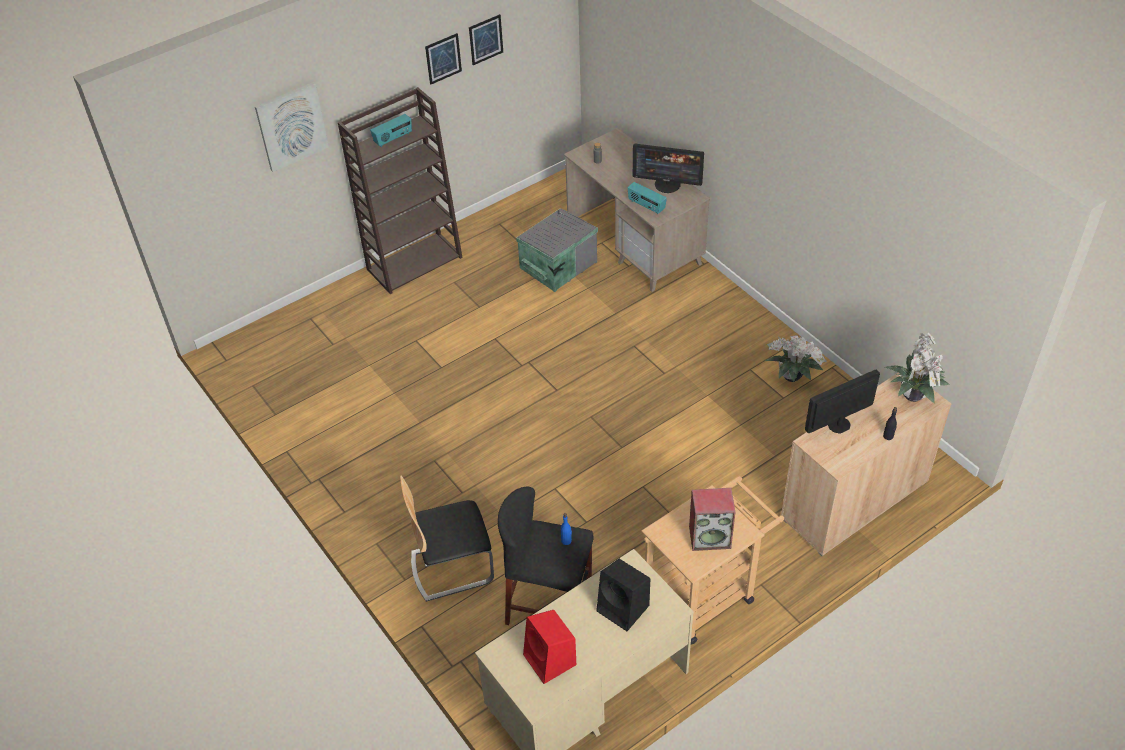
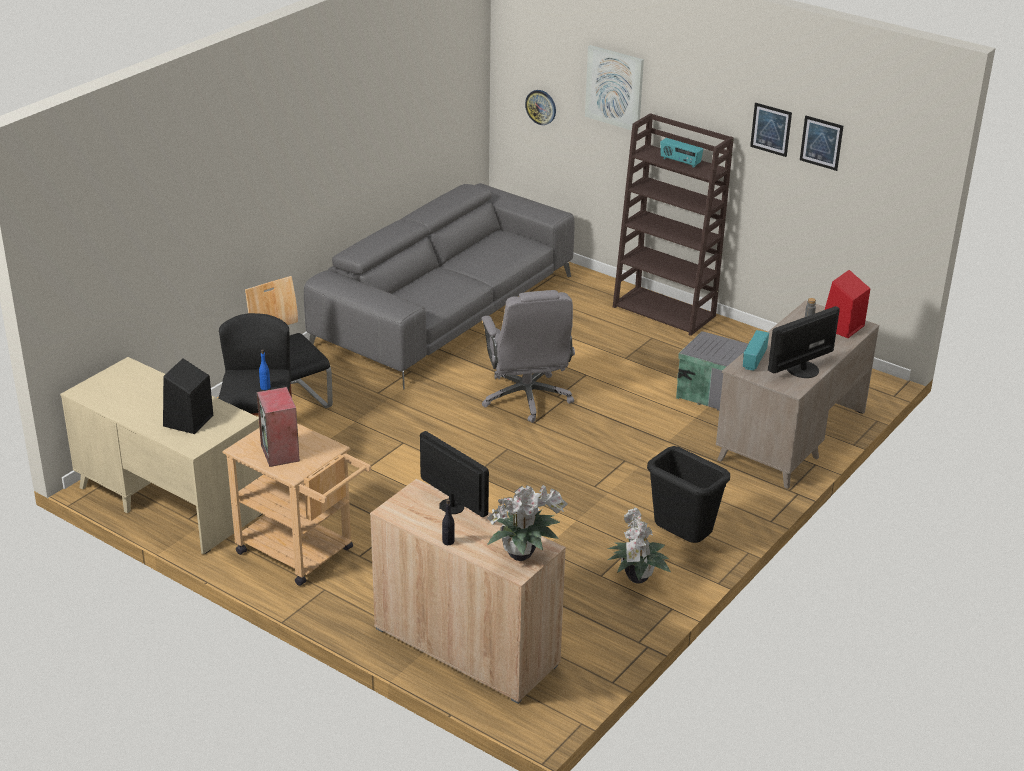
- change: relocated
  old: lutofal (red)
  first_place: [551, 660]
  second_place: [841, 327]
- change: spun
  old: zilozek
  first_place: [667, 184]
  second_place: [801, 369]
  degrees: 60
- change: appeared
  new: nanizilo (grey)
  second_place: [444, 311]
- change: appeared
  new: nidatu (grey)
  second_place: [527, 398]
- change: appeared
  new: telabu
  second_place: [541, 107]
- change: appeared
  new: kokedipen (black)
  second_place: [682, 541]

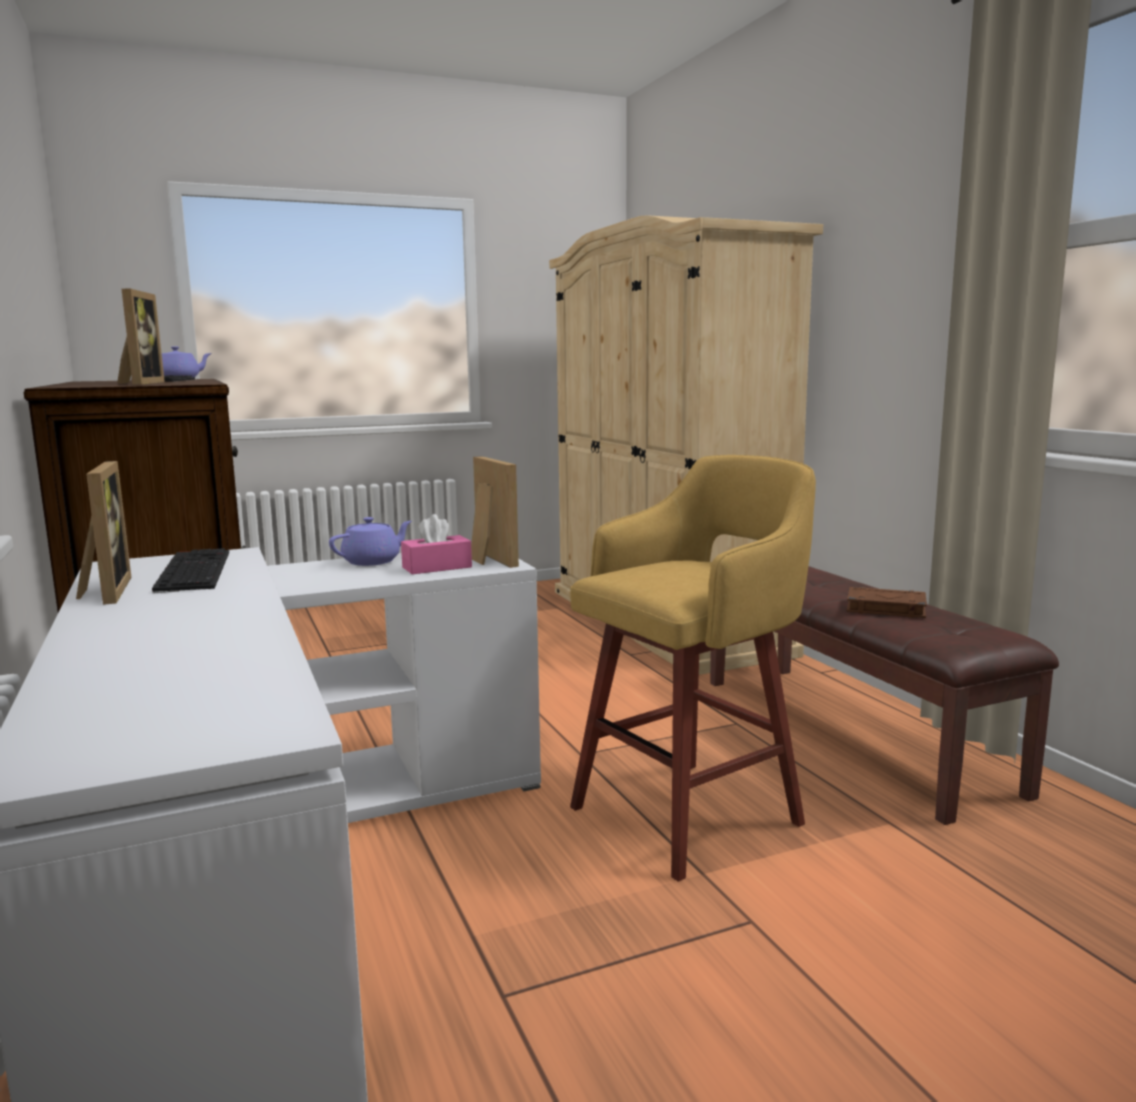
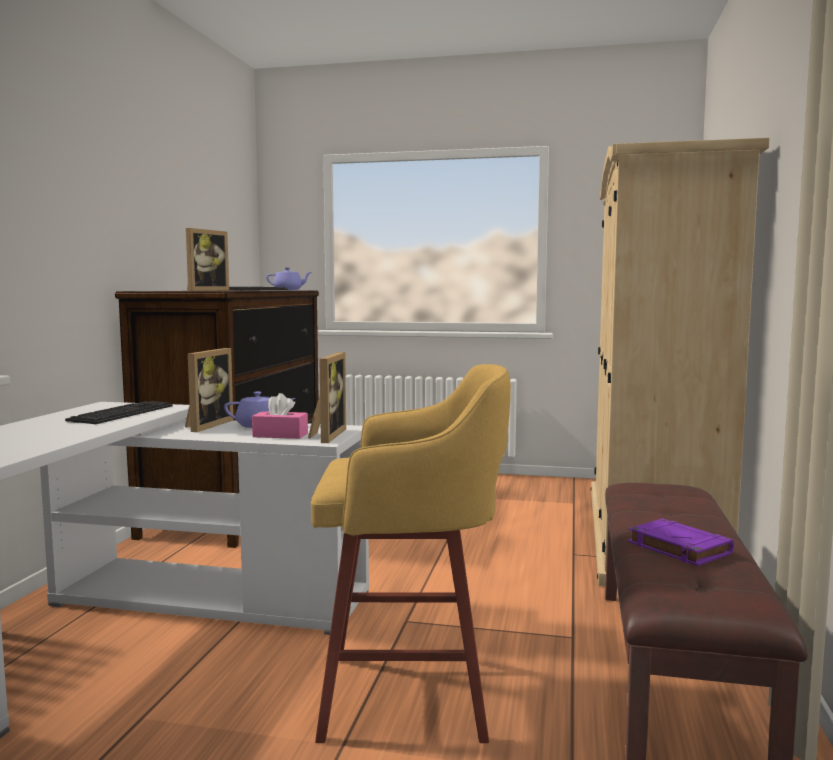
- change: relocated
  old: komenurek
  first_place: [103, 591]
  second_place: [205, 425]
- change: colour
  old: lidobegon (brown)
  new: lidobegon (purple)
  first_place: [884, 608]
  second_place: [678, 548]

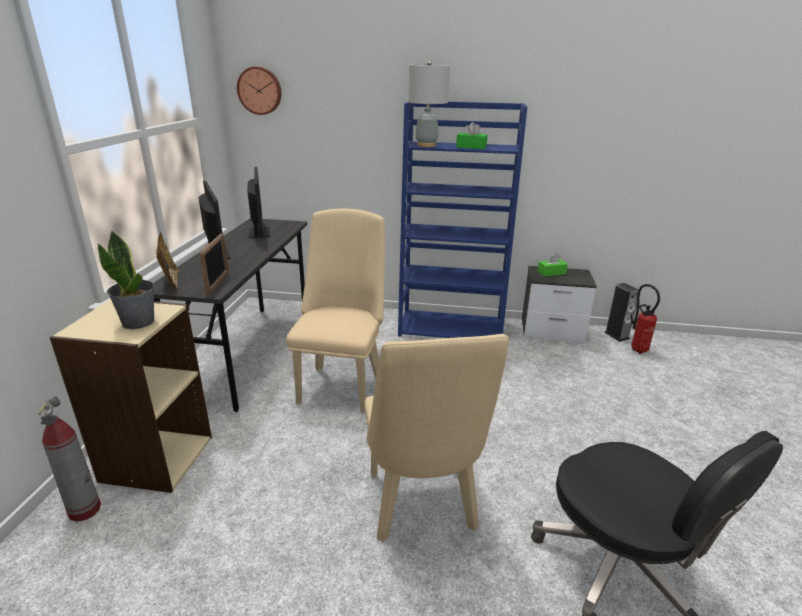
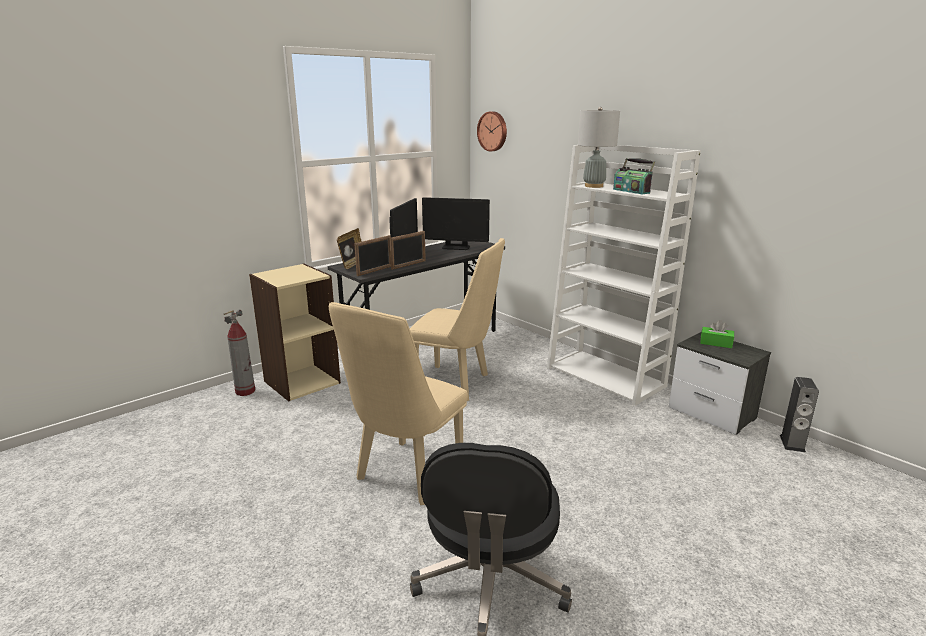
- change: missing
  old: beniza
  first_place: [139, 322]
- change: spun
  old: zilozek
  first_place: [259, 232]
  second_place: [456, 247]
  degrees: 75
- change: spun
  old: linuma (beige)
  first_place: [342, 383]
  second_place: [458, 384]
  degrees: 60
- change: colour
  old: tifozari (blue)
  new: tifozari (white)
  first_place: [452, 327]
  second_place: [606, 377]
- change: exchanged
  old: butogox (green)
  new: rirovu
  first_place: [471, 147]
  second_place: [632, 191]
- change: missing
  old: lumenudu
  first_place: [637, 349]
- change: appeared
  new: komenurek
  second_place: [408, 265]

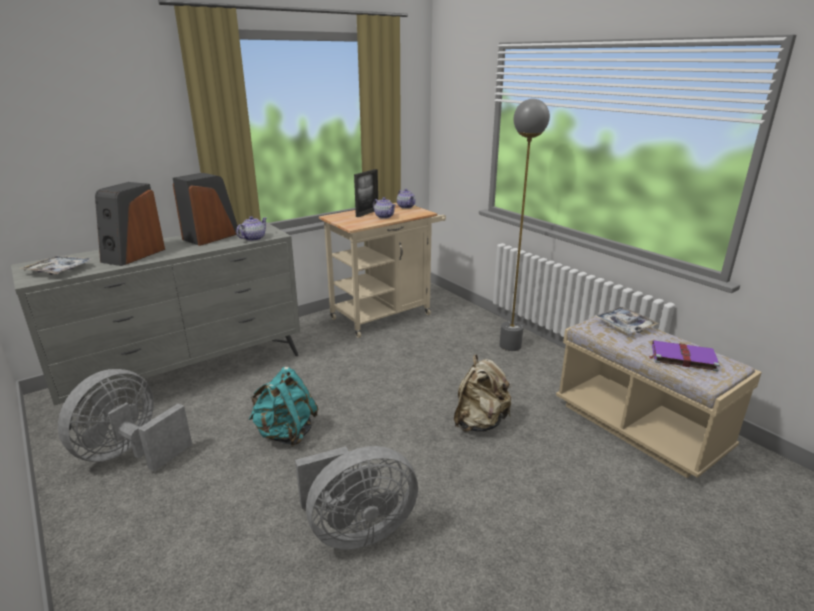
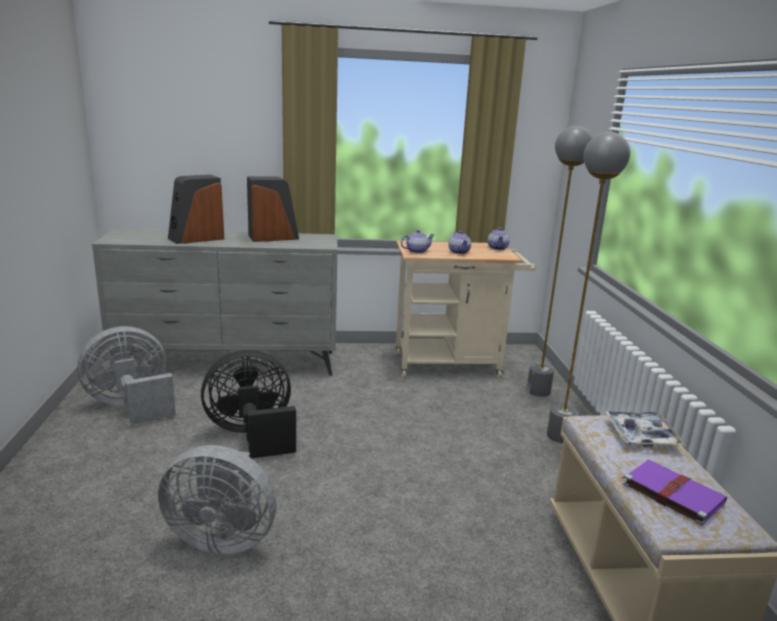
- change: missing
  old: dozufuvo
  first_place: [59, 270]
- change: relocated
  old: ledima
  first_place: [253, 238]
  second_place: [416, 251]
- change: exchanged
  old: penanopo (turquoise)
  new: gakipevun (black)
  first_place: [286, 433]
  second_place: [252, 435]
- change: missing
  old: komenurek
  first_place: [367, 213]
- change: missing
  old: penanopo (beige)
  first_place: [479, 422]
- change: appeared
  new: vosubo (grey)
  second_place: [538, 391]

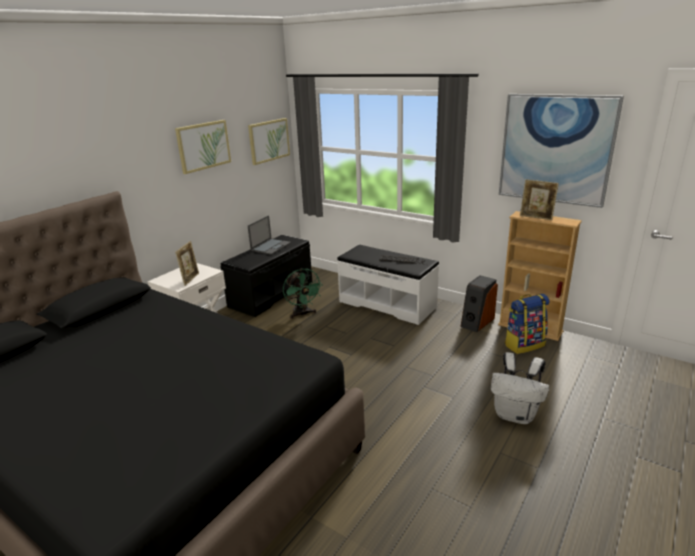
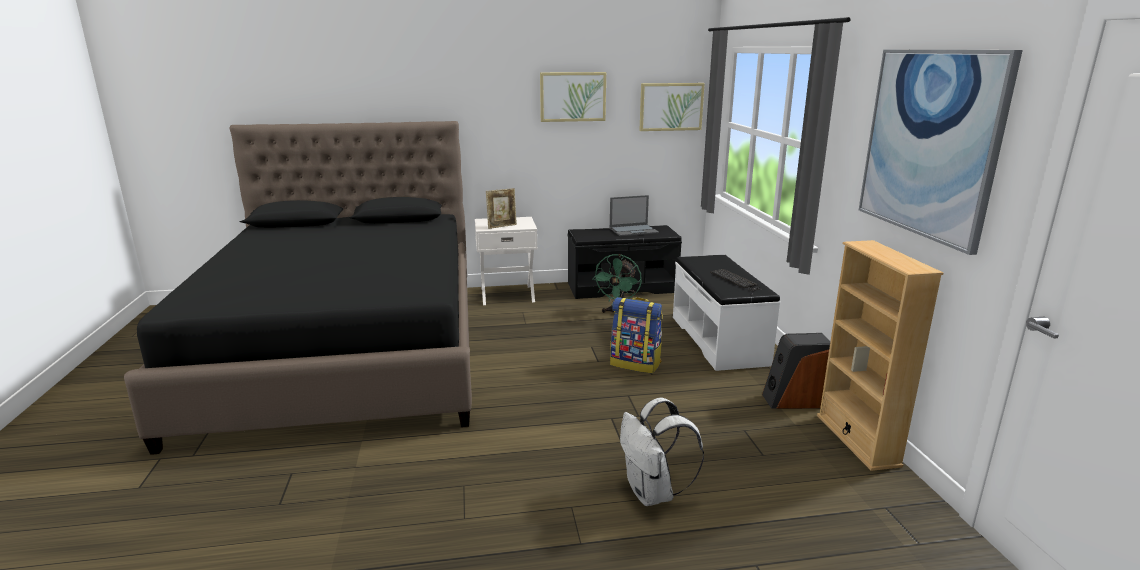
- change: relocated
  old: penanopo
  first_place: [524, 344]
  second_place: [636, 364]
- change: missing
  old: komenurek
  first_place: [536, 217]

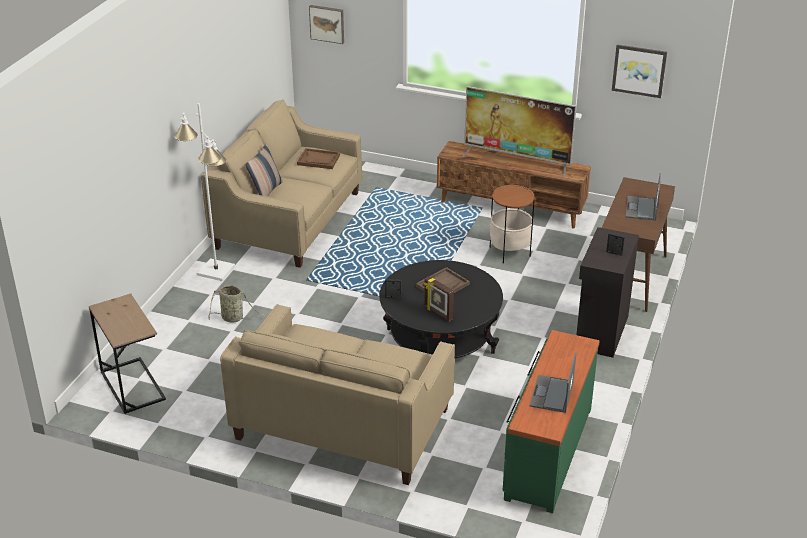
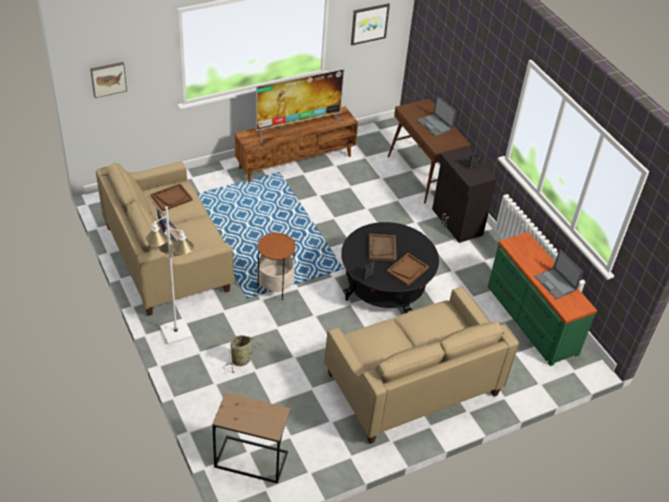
- change: exchanged
  old: komenurek
  new: dozufuvo (brown)
  first_place: [438, 313]
  second_place: [407, 270]
- change: relocated
  old: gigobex
  first_place: [510, 251]
  second_place: [275, 286]

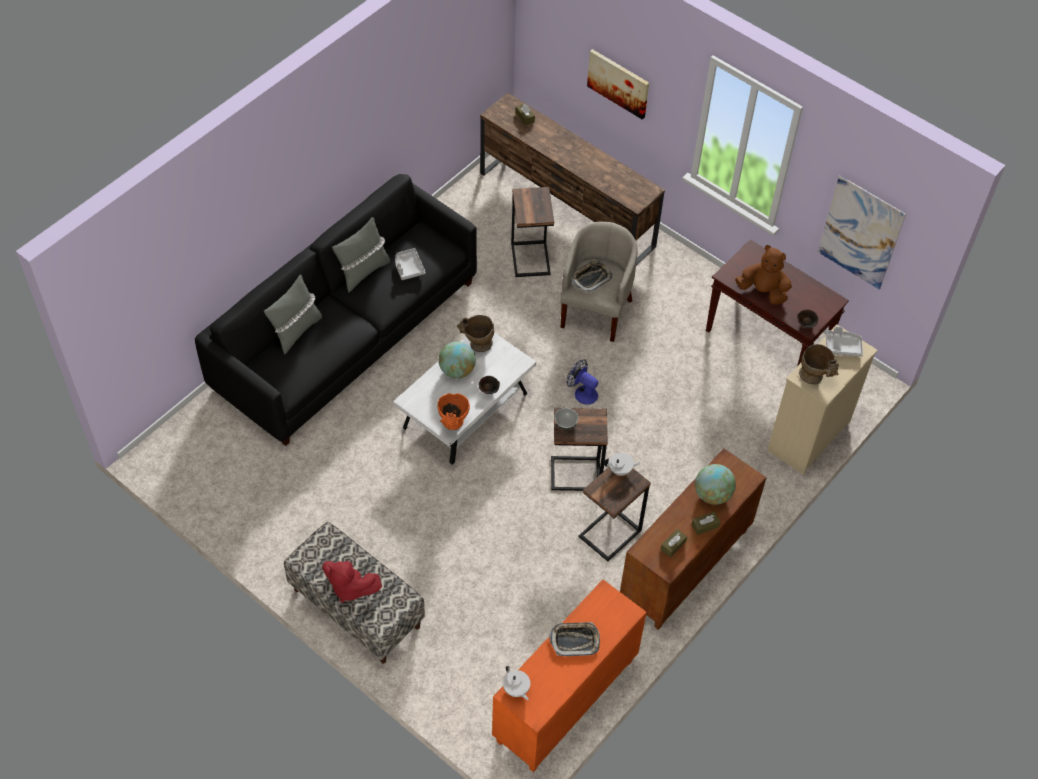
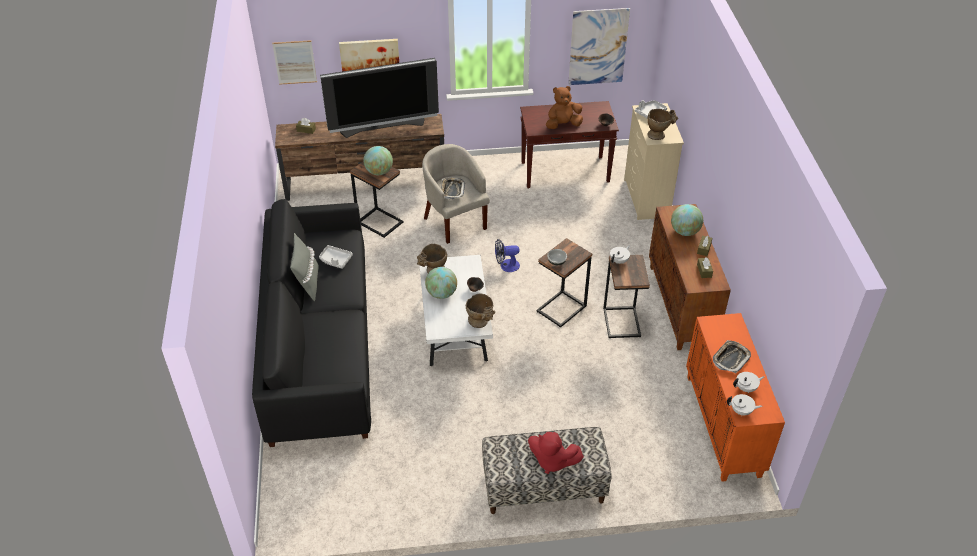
- change: missing
  old: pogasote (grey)
  first_place: [296, 331]
- change: spun
  old: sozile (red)
  first_place: [350, 587]
  second_place: [552, 461]
  degrees: 45
- change: colour
  old: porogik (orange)
  new: porogik (beige)
  first_place: [453, 424]
  second_place: [480, 323]
- change: appeared
  new: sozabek
  second_place: [295, 62]
- change: appeared
  new: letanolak
  second_place: [383, 127]
- change: appeared
  new: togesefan
  second_place: [379, 172]
- change: appeared
  new: ledima (white)
  second_place: [746, 388]

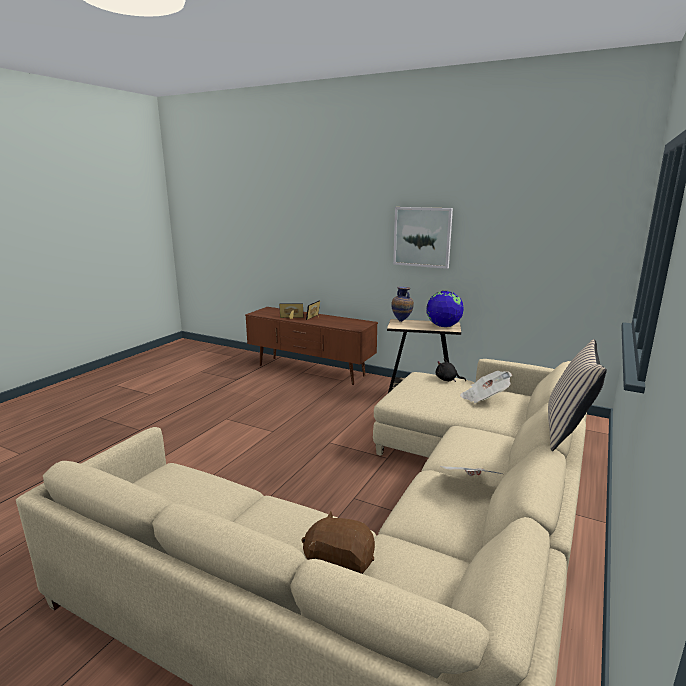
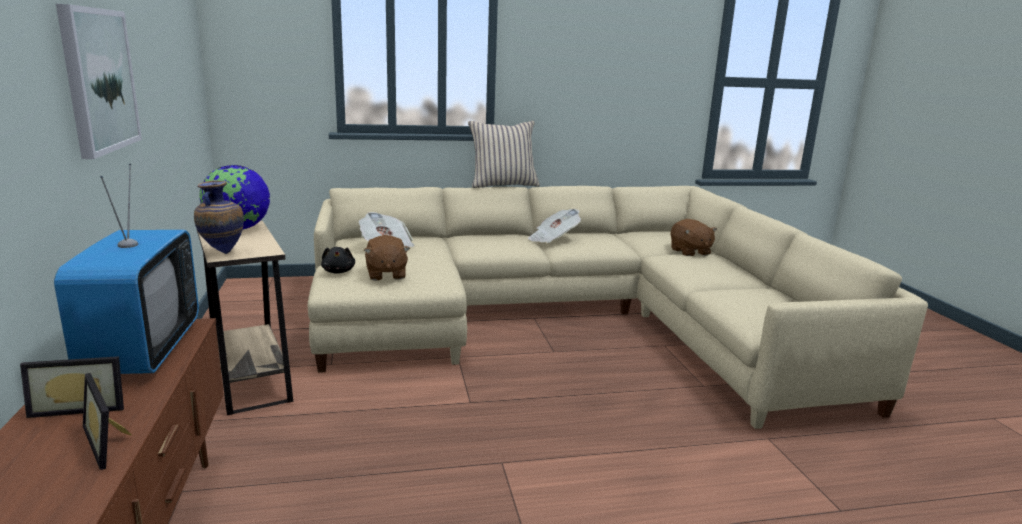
- change: appeared
  new: letanolak
  second_place: [142, 350]
- change: appeared
  new: sozile (brown)
  second_place: [386, 274]

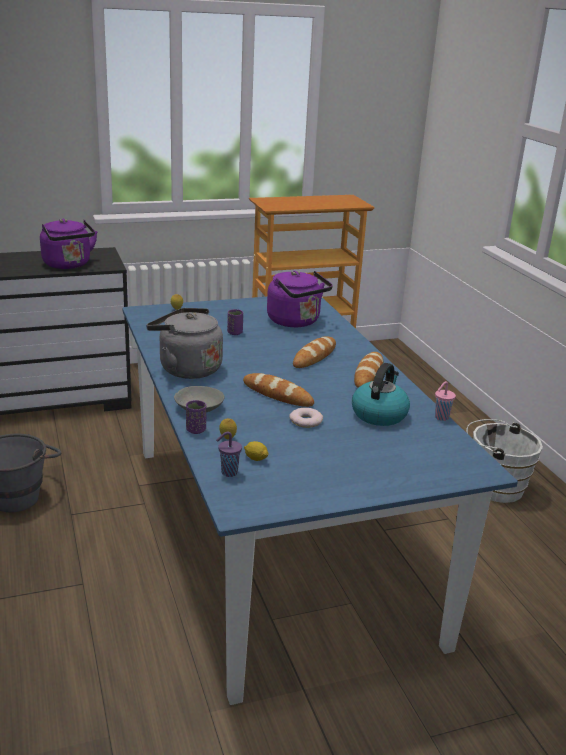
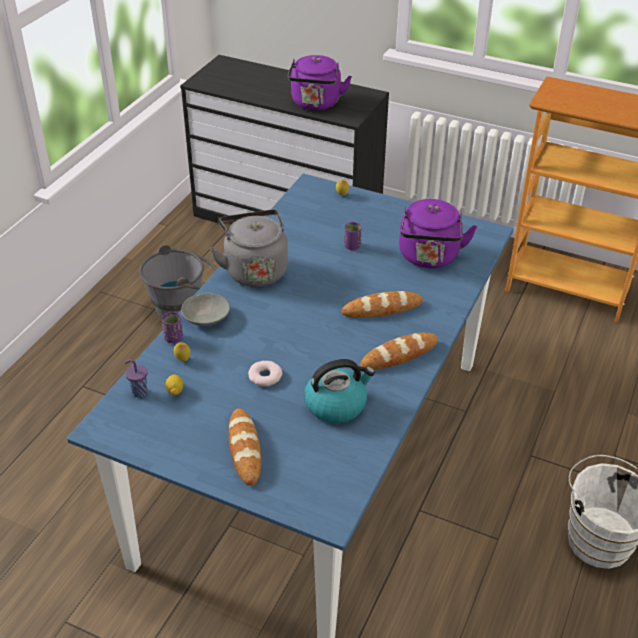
- change: relocated
  old: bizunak
  first_place: [277, 394]
  second_place: [244, 449]
- change: missing
  old: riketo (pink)
  first_place: [441, 418]

